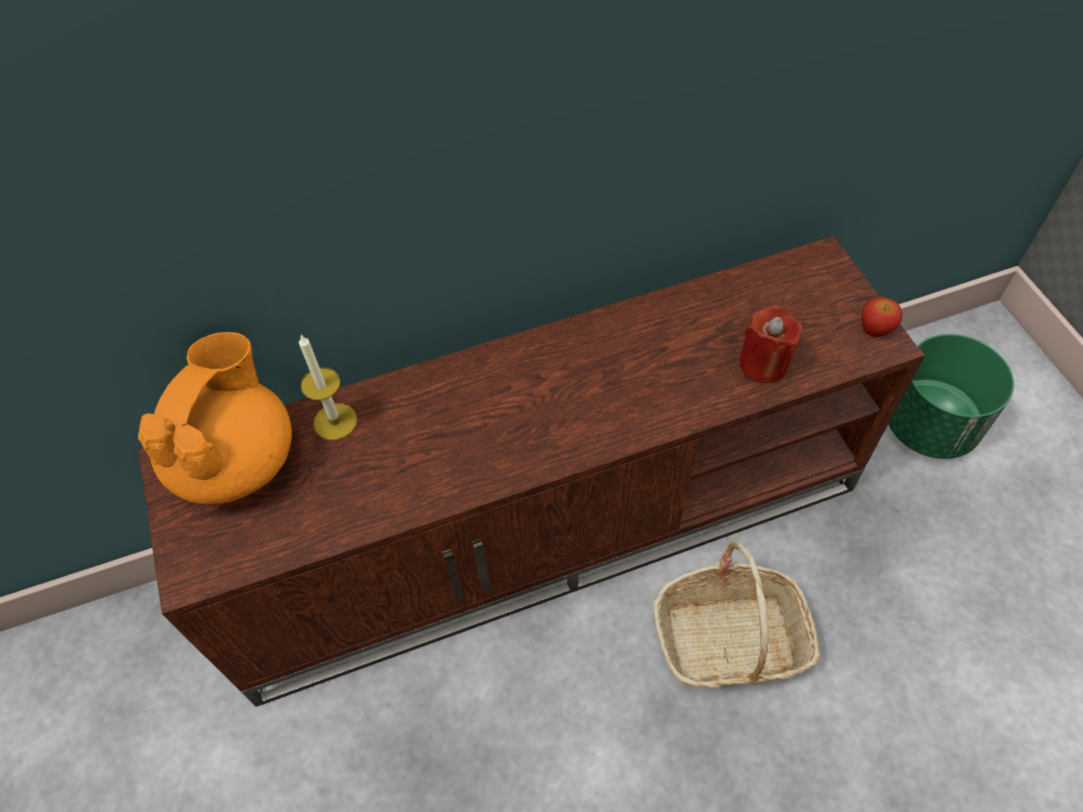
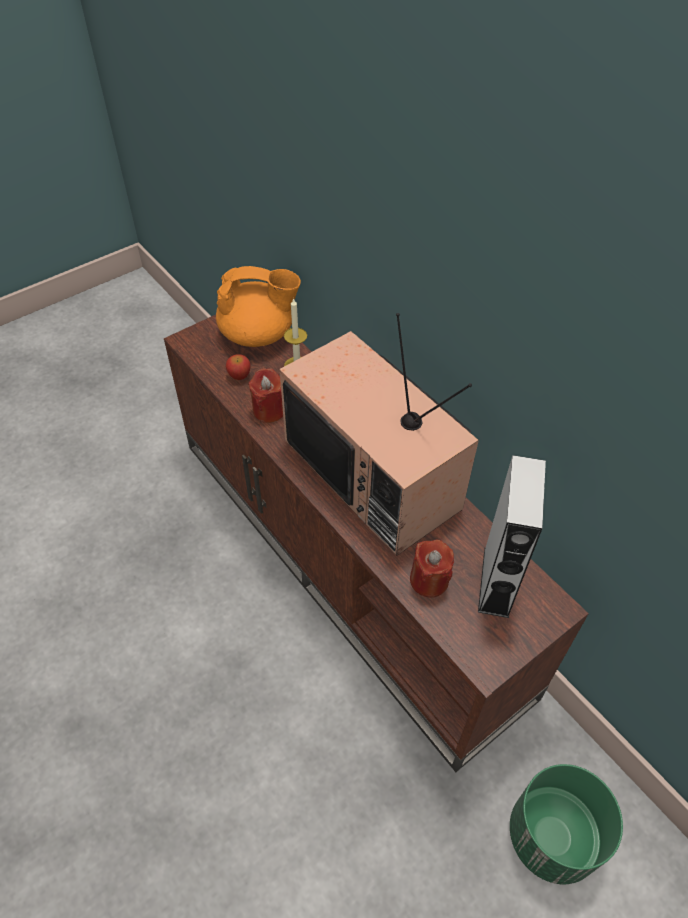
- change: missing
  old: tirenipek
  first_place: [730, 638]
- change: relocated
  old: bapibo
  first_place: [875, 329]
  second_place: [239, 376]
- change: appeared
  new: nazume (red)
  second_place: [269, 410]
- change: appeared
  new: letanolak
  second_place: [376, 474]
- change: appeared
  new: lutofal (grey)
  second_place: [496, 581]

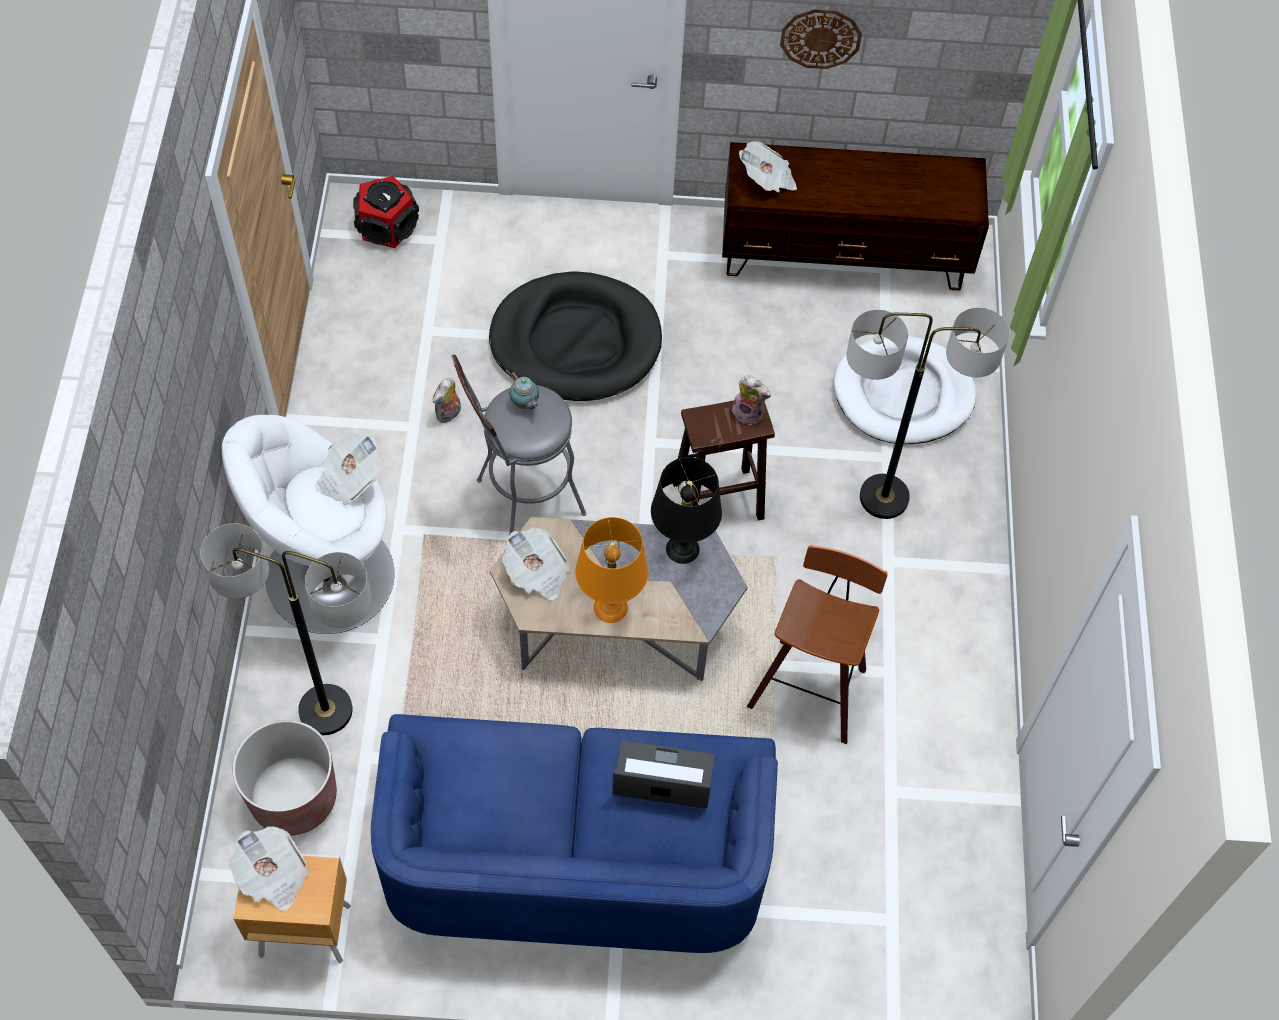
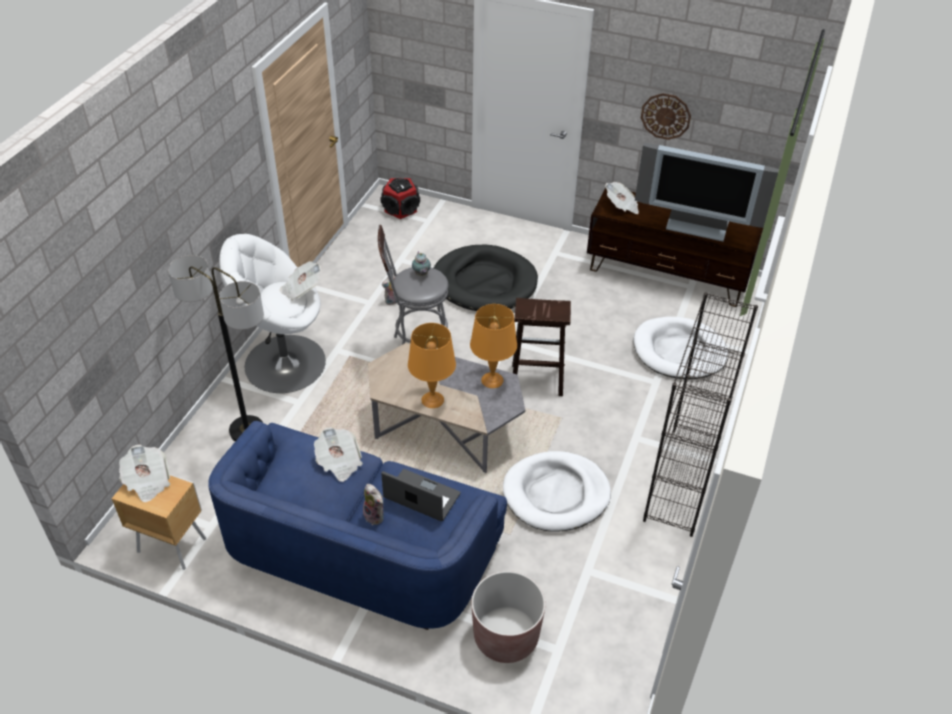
- change: relocated
  old: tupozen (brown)
  first_place: [294, 798]
  second_place: [506, 636]
- change: relocated
  old: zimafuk
  first_place: [537, 573]
  second_place: [339, 462]
- change: colour
  old: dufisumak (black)
  new: dufisumak (orange)
  first_place: [682, 549]
  second_place: [492, 380]
- change: relocated
  old: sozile
  first_place: [749, 413]
  second_place: [375, 516]
- change: exchanged
  old: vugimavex
  new: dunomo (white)
  first_place: [810, 686]
  second_place: [556, 494]
- change: missing
  old: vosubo
  first_place: [884, 497]
- change: appeared
  new: letanolak
  second_place: [697, 227]
- change: appeared
  new: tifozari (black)
  second_place: [682, 481]

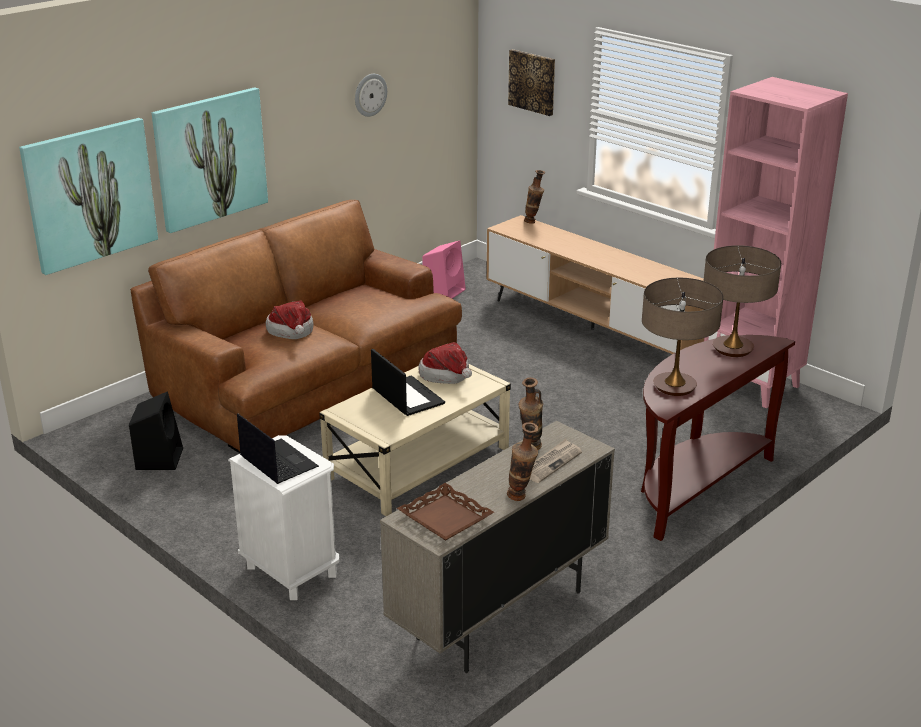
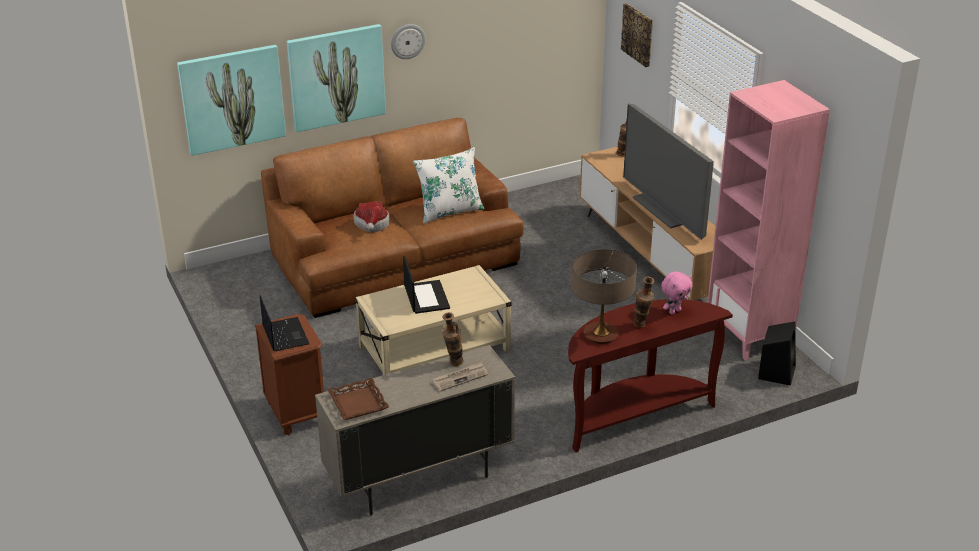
- change: relocated
  old: lutofal (black)
  first_place: [159, 458]
  second_place: [776, 372]
- change: colour
  old: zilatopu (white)
  new: zilatopu (brown)
  first_place: [291, 571]
  second_place: [296, 413]
- change: relocated
  old: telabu
  first_place: [370, 94]
  second_place: [407, 41]
- change: missing
  old: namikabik
  first_place: [447, 376]
- change: missing
  old: lutofal (pink)
  first_place: [444, 291]
- change: relocated
  old: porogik
  first_place: [521, 498]
  second_place: [641, 327]
- change: exchanged
  old: dufisumak
  new: sozile (pink)
  first_place: [732, 349]
  second_place: [674, 311]
- change: appeared
  new: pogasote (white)
  second_place: [449, 211]
- change: appeared
  new: letanolak
  second_place: [665, 209]

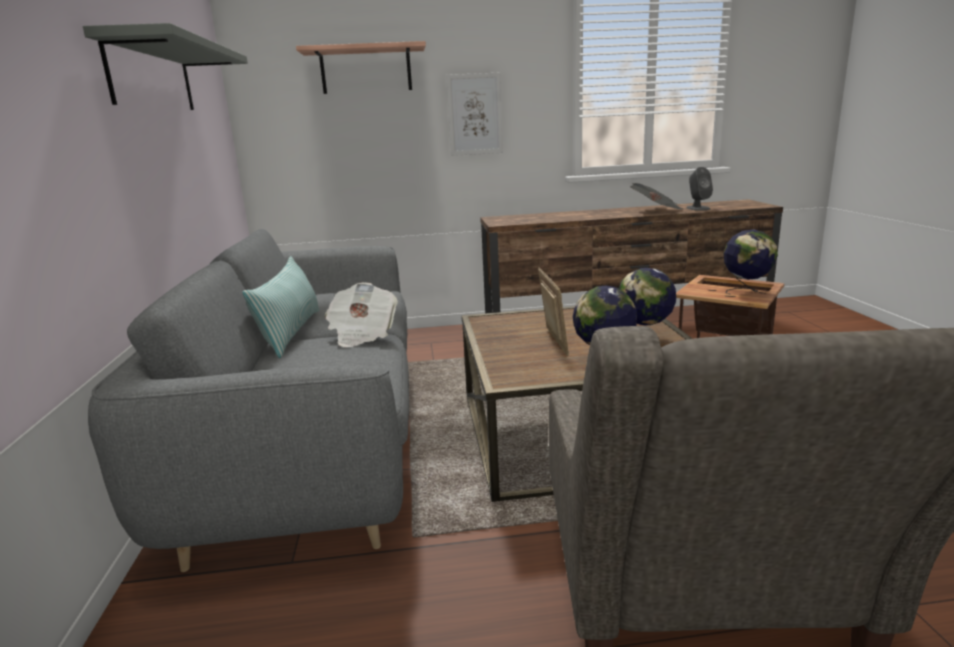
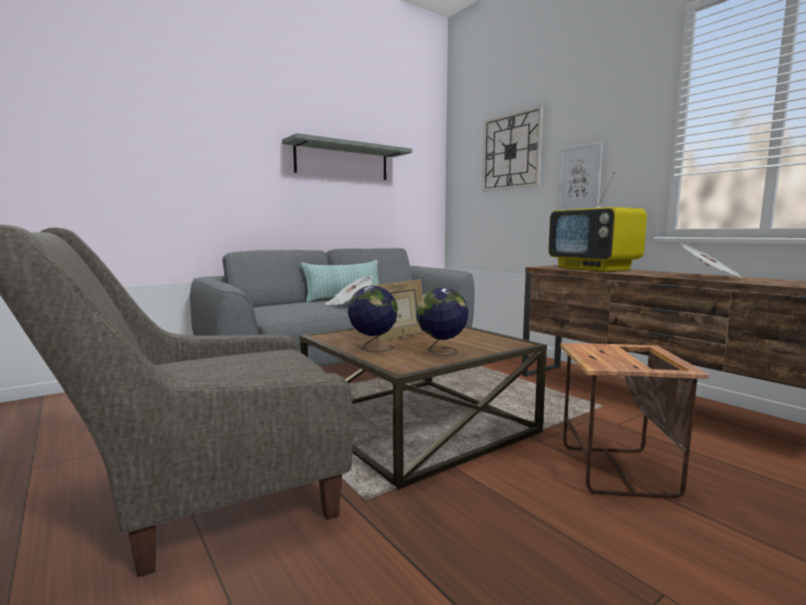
- change: exchanged
  old: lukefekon
  new: telabu
  first_place: [366, 70]
  second_place: [511, 151]
- change: missing
  old: lutofal (grey)
  first_place: [698, 208]
- change: missing
  old: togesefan
  first_place: [746, 291]
- change: appeared
  new: letanolak
  second_place: [594, 268]

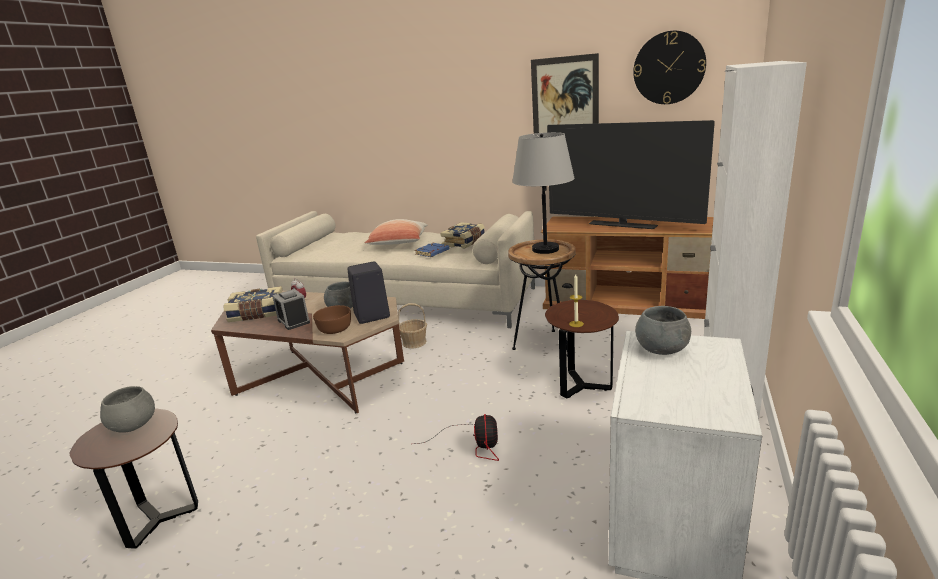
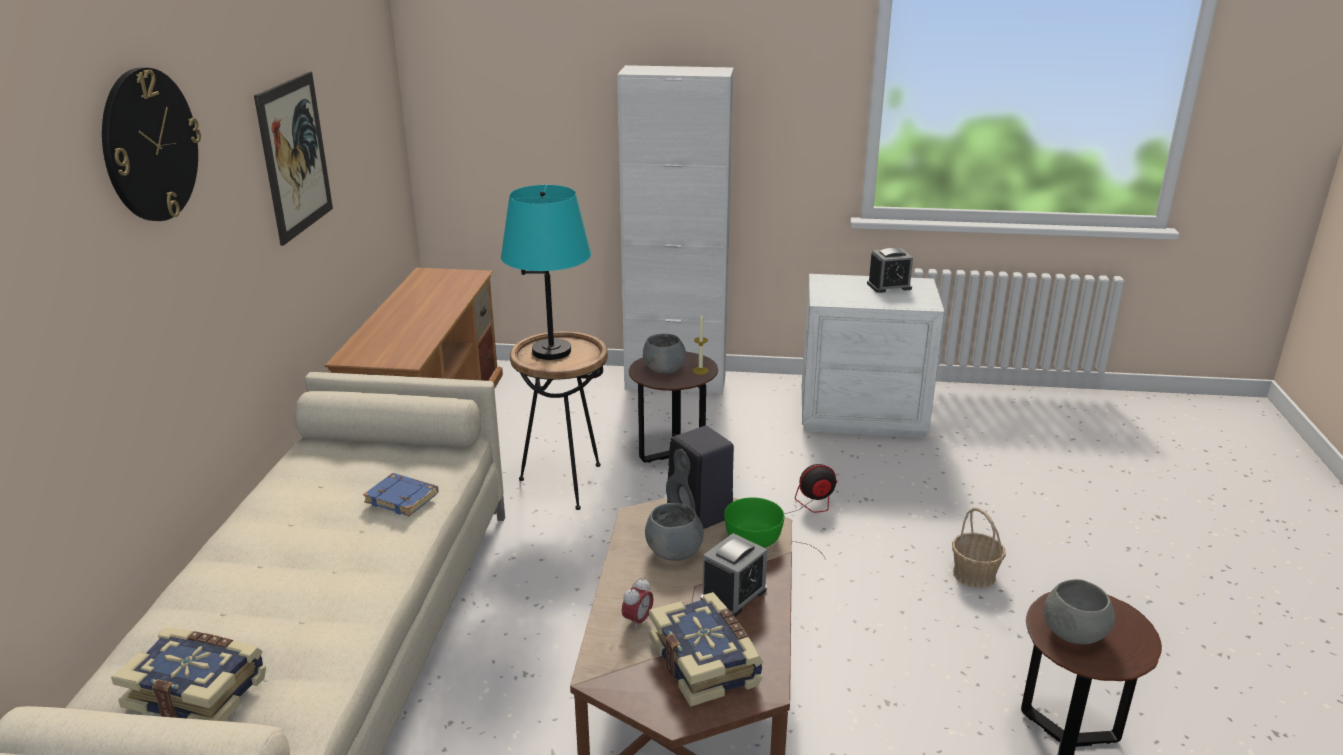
- change: colour
  old: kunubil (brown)
  new: kunubil (green)
  first_place: [334, 329]
  second_place: [752, 539]
- change: missing
  old: pogasote
  first_place: [398, 243]
- change: relocated
  old: tirenipek
  first_place: [414, 342]
  second_place: [974, 575]
- change: relocated
  old: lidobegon
  first_place: [464, 242]
  second_place: [198, 691]
- change: colour
  old: dufisumak (grey)
  new: dufisumak (turquoise)
  first_place: [545, 249]
  second_place: [552, 351]
- change: missing
  old: letanolak
  first_place: [622, 225]
- change: relocated
  old: telabu
  first_place: [669, 68]
  second_place: [150, 145]
- change: relocated
  old: kunubil (grey)
  first_place: [662, 350]
  second_place: [664, 369]
- change: appeared
  new: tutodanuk
  second_place: [889, 286]

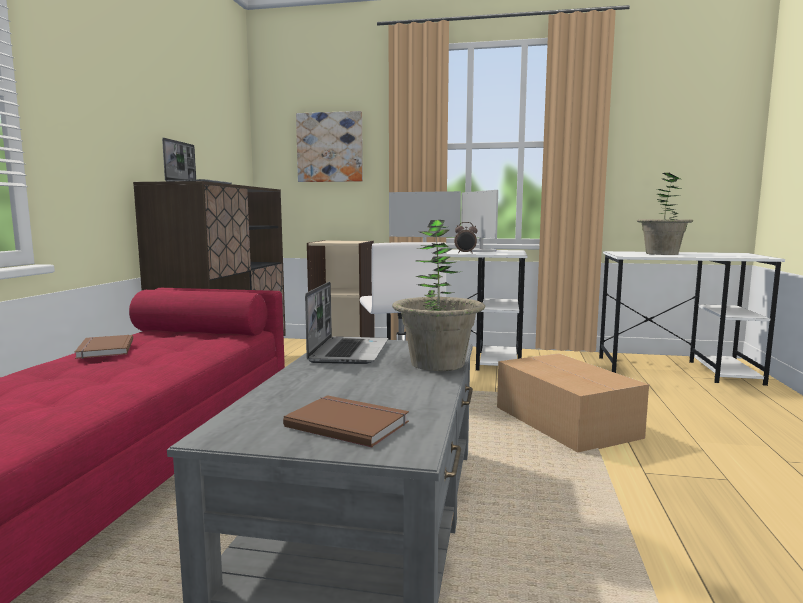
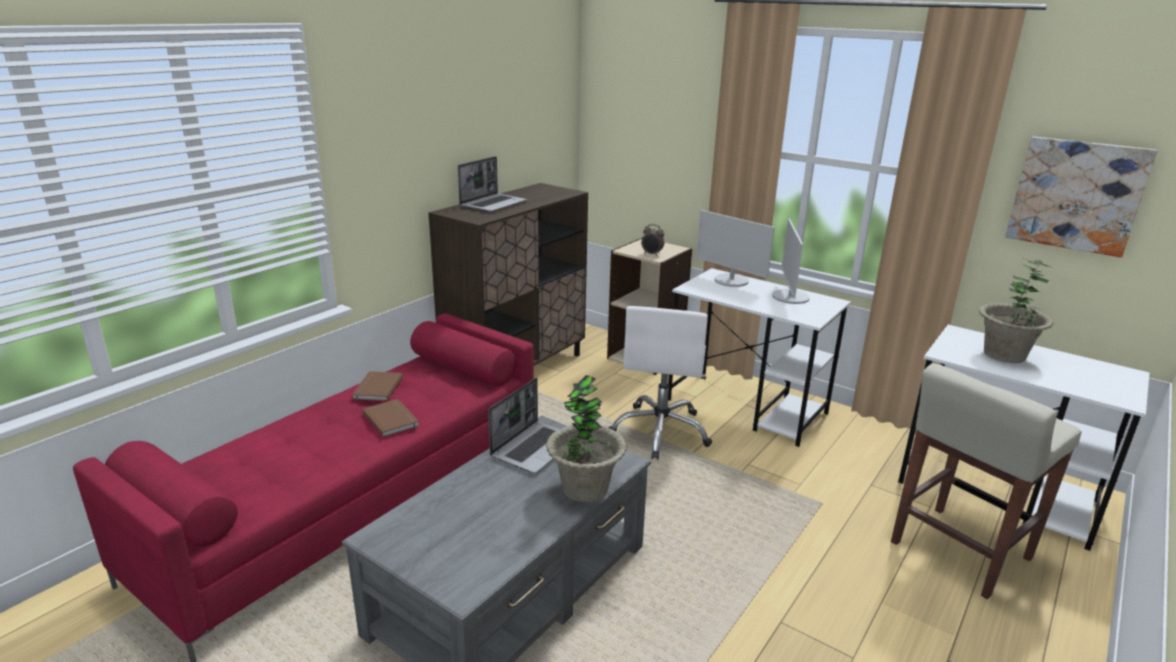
- change: relocated
  old: lidobegon (brown)
  first_place: [348, 423]
  second_place: [392, 419]
- change: relocated
  old: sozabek
  first_place: [330, 147]
  second_place: [1077, 195]
- change: relocated
  old: tutodanuk
  first_place: [465, 253]
  second_place: [652, 254]
- change: missing
  old: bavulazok
  first_place: [566, 423]
- change: appeared
  new: vugimavex (beige)
  second_place: [958, 551]

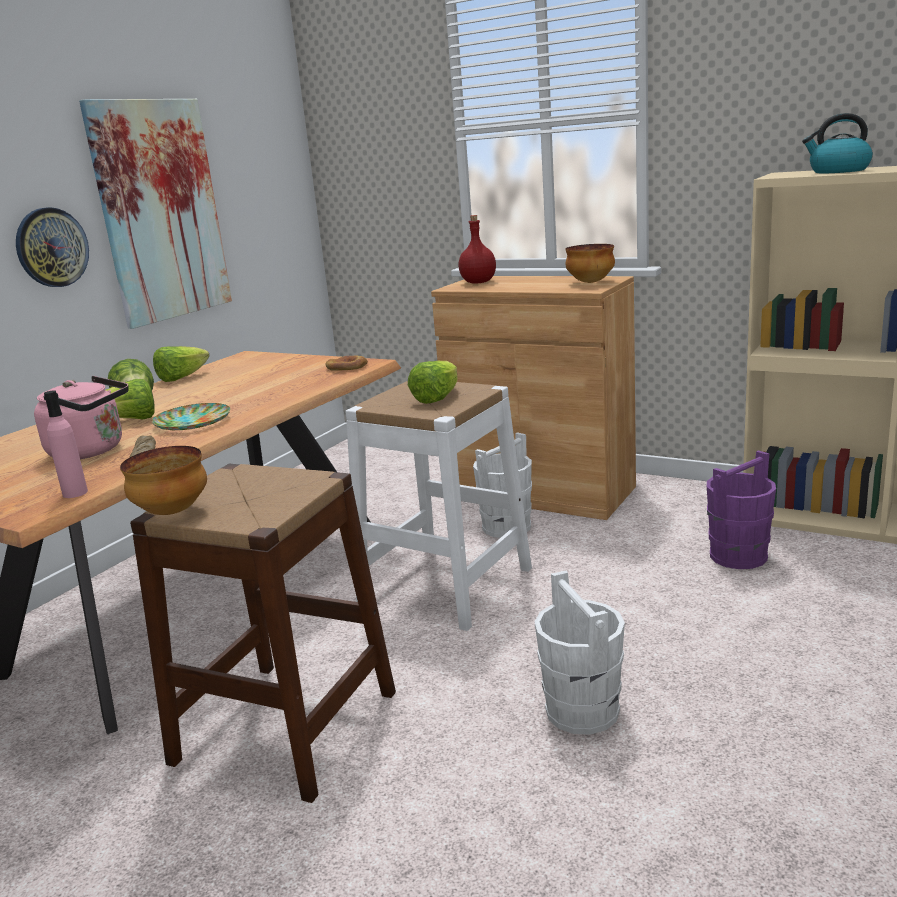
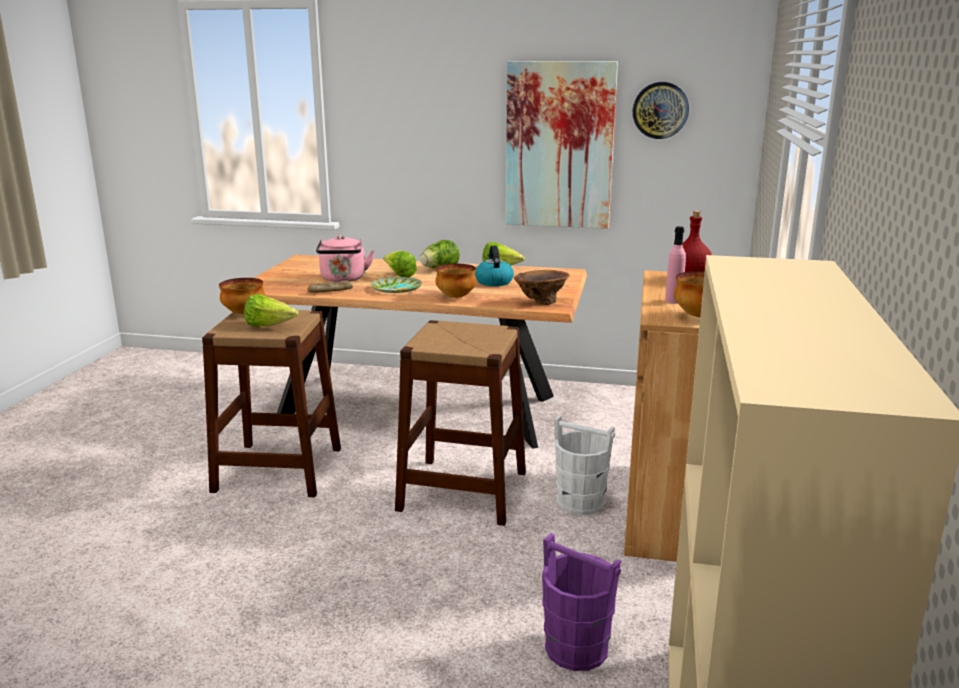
- change: relocated
  old: telabu
  first_place: [51, 247]
  second_place: [660, 110]
- change: relocated
  old: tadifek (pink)
  first_place: [75, 493]
  second_place: [673, 301]
- change: exchanged
  old: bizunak
  new: porogik (brown)
  first_place: [347, 367]
  second_place: [540, 303]
- change: colour
  old: vugimavex (white)
  new: vugimavex (brown)
  first_place: [446, 584]
  second_place: [463, 490]
- change: relocated
  old: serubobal
  first_place: [437, 398]
  second_place: [269, 326]
- change: missing
  old: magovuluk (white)
  first_place: [582, 710]
- change: relocated
  old: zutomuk
  first_place: [838, 171]
  second_place: [493, 282]
- change: appeared
  new: kunubil
  second_place: [456, 297]

